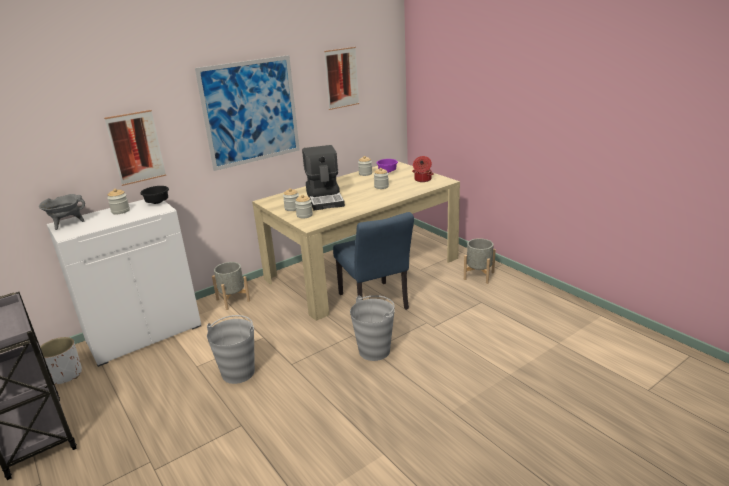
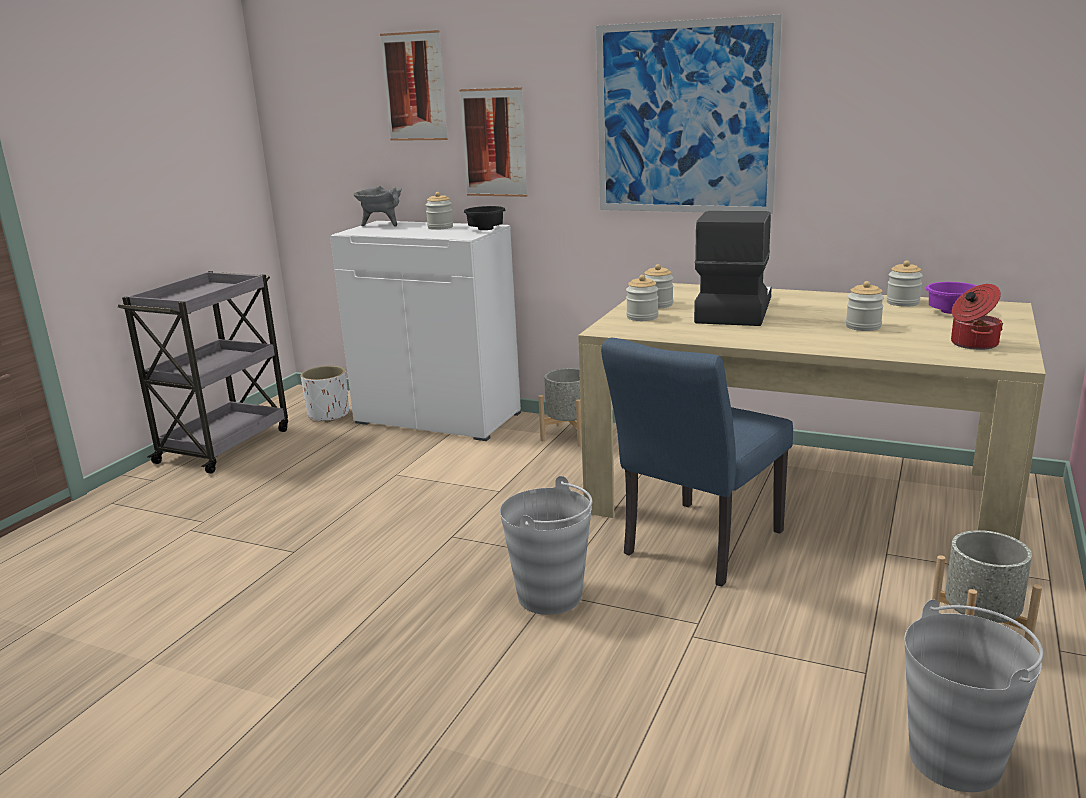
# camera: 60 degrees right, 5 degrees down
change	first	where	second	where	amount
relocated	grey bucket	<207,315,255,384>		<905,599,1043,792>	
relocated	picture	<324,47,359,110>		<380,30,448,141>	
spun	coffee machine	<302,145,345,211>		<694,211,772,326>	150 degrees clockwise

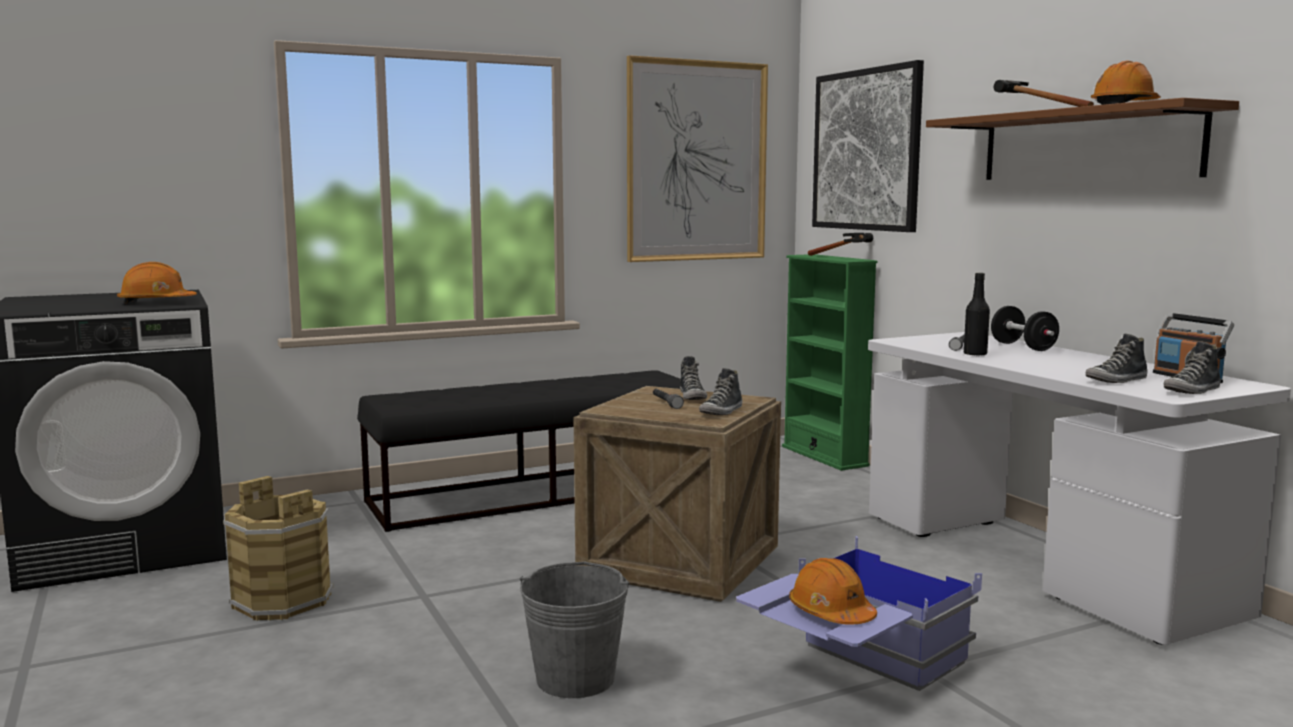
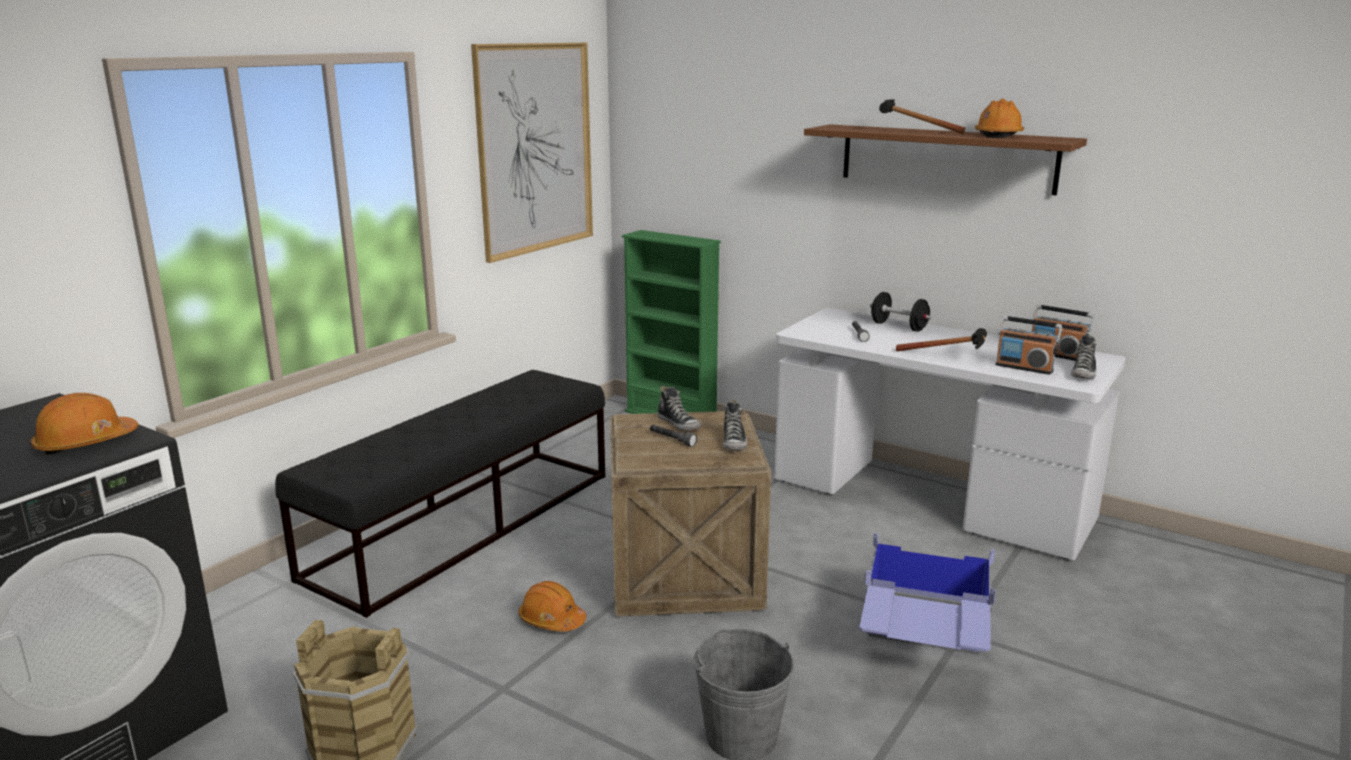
# camera: 30 degrees left, 10 degrees up
change	first	where	second	where	amount
missing	picture	<812,60,924,232>			
missing	black bottle	<964,273,990,356>			
relocated	orange hard hat	<789,558,877,625>		<519,581,586,632>	
relocated	hammer	<808,233,873,256>		<896,328,987,351>	
exchanged	shoe	<1085,334,1148,383>	radio	<996,316,1062,375>	

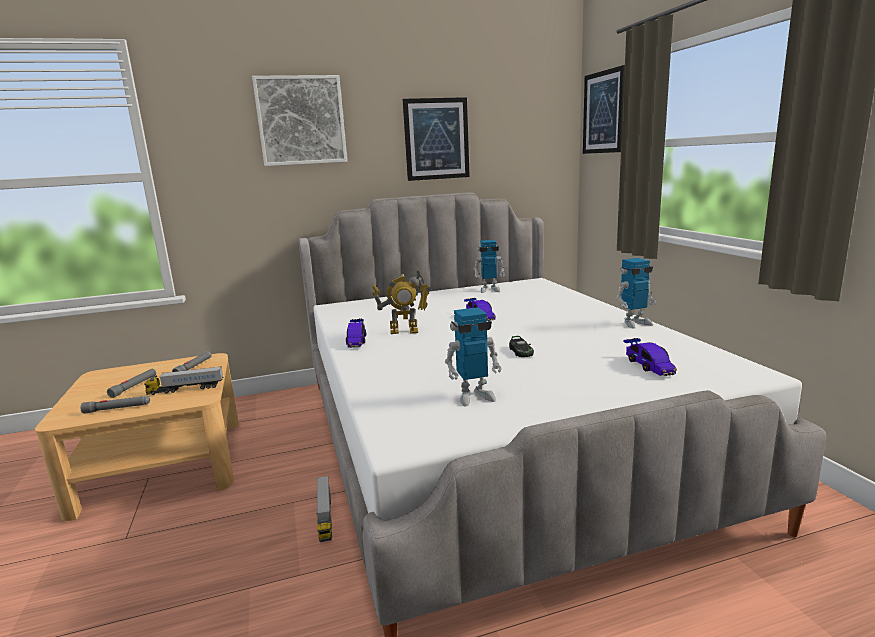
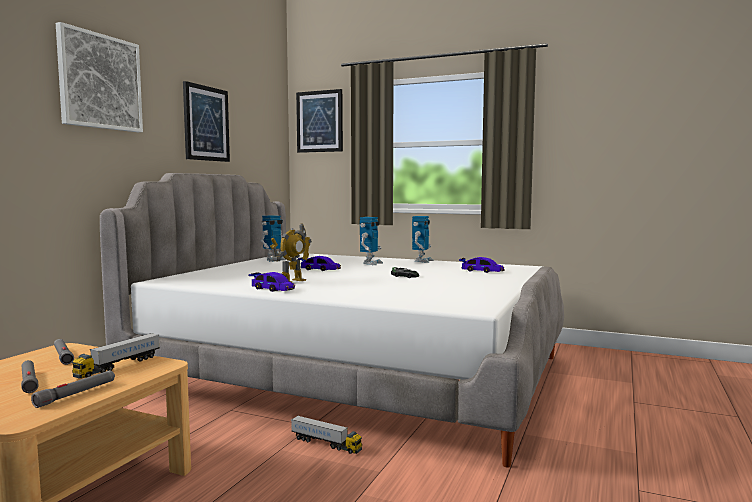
# camera: 50 degrees left, 10 degrees down
change	first	where	second	where	amount
relocated	toy robot	<445,307,502,406>		<360,217,383,265>	

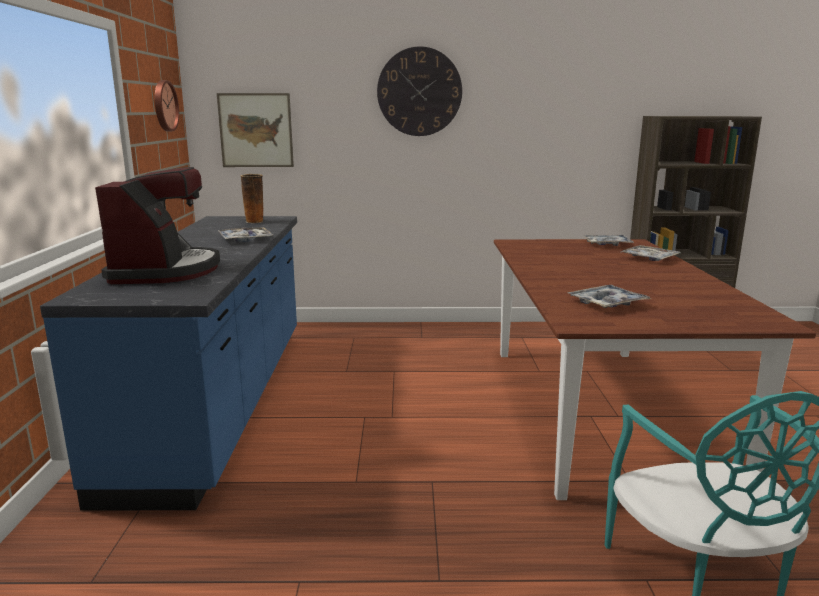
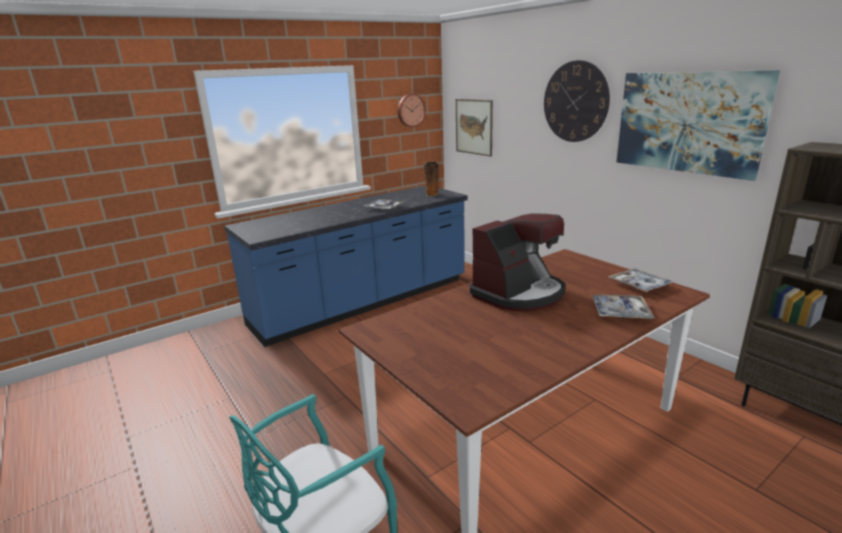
# camera: 55 degrees right, 5 degrees up
change	first	where	second	where	amount
missing	tray	<567,285,651,308>			
appeared			picture	<617,70,780,181>	
relocated	coffee machine	<95,167,220,284>		<470,213,565,311>	

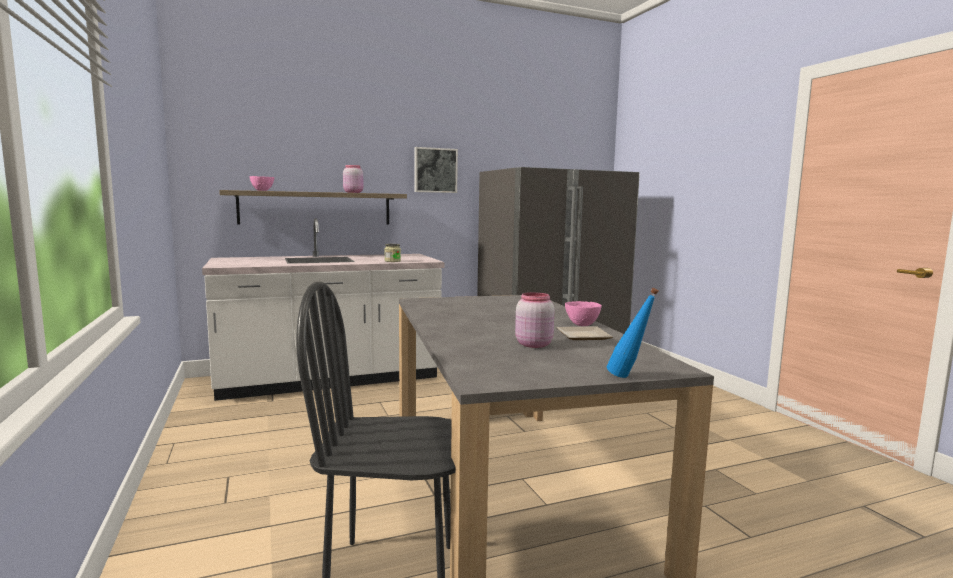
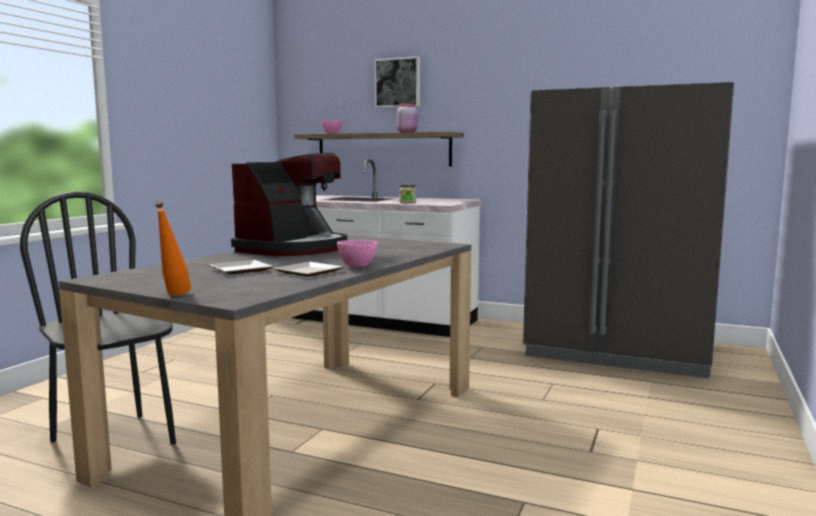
# camera: 45 degrees right, 0 degrees up
change	first	where	second	where	amount
appeared			coffee machine	<231,153,347,256>	
relocated	picture	<414,147,458,193>		<374,56,420,108>	
exchanged	pink jar	<515,292,555,348>	plate	<210,260,274,274>	
colour	blue bottle	<607,288,659,378>	orange bottle	<155,201,191,296>	

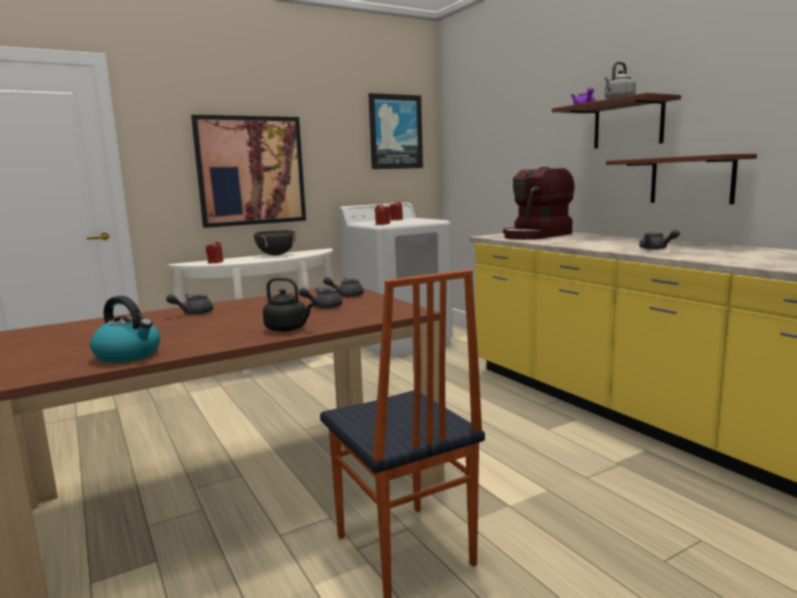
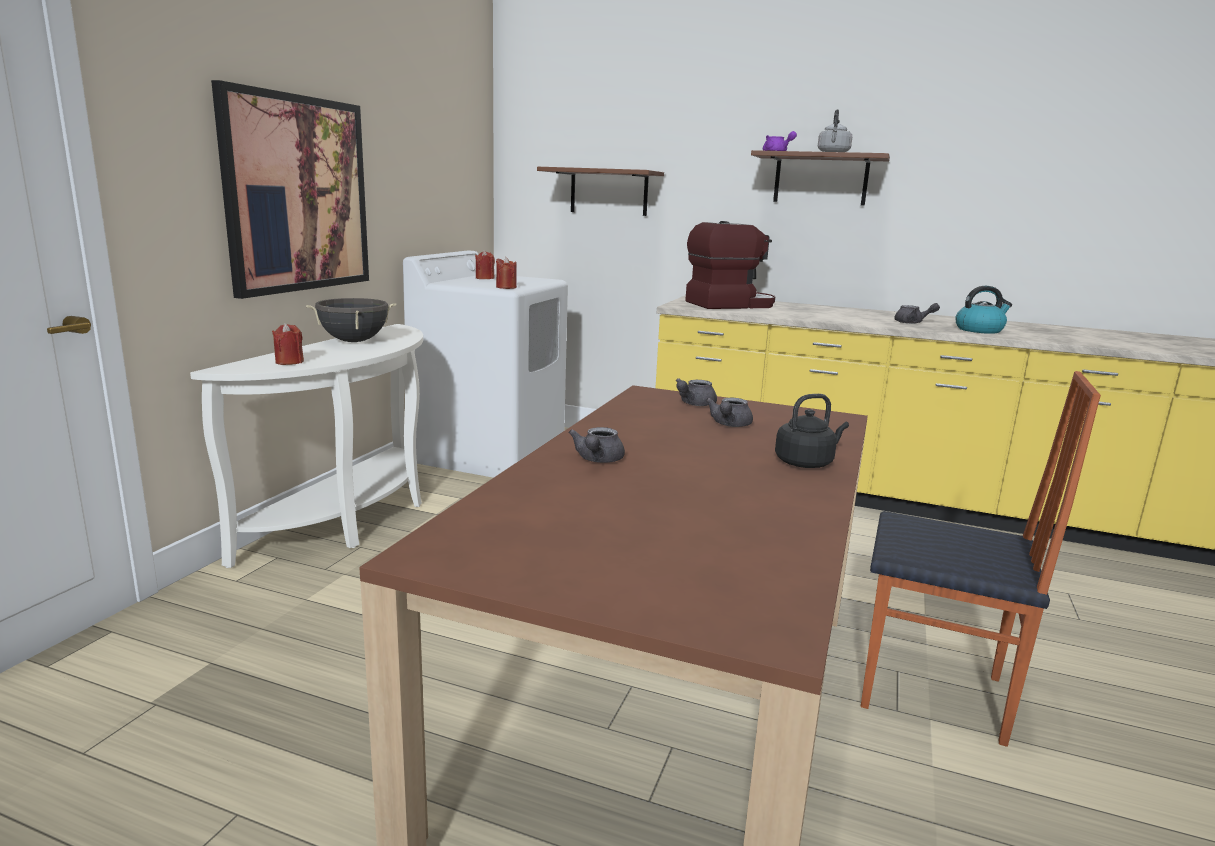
# camera: 40 degrees left, 5 degrees up
change	first	where	second	where	amount
missing	picture	<368,93,423,169>			
relocated	kettle	<90,296,160,363>		<955,286,1012,334>	
relocated	brown shelf	<606,154,757,204>		<537,167,664,216>	
spun	coffee machine	<503,167,575,240>		<685,221,775,309>	120 degrees counterclockwise

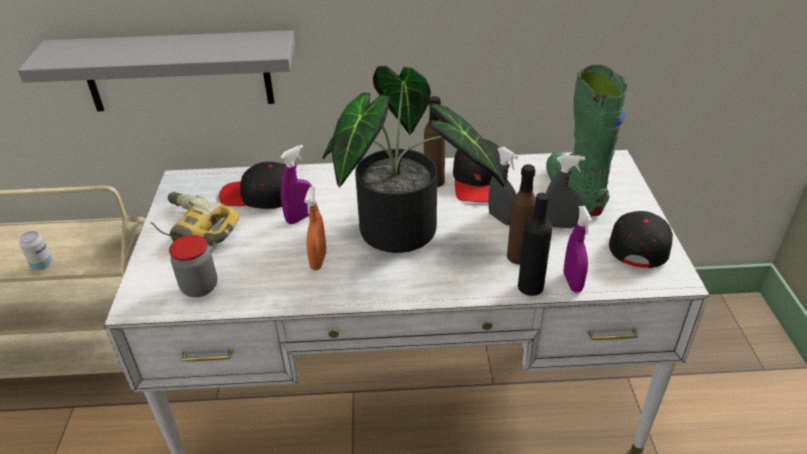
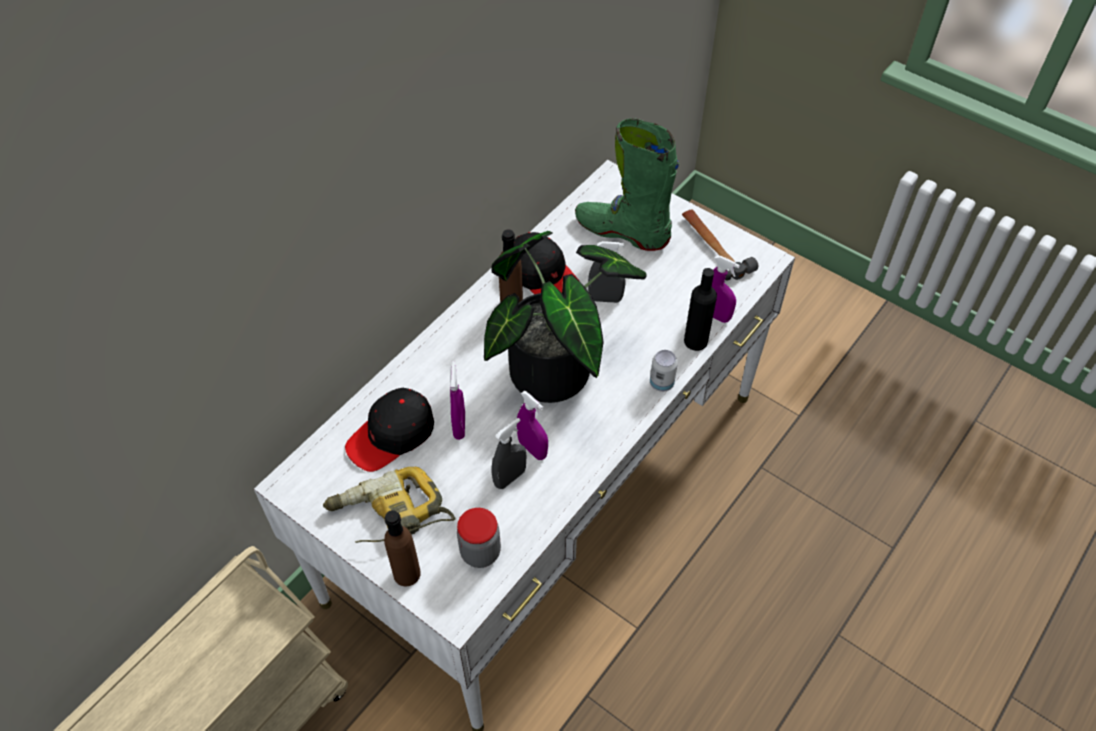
# camera: 50 degrees left, 15 degrees up
change	first	where	second	where	amount
missing	grey shelf	<18,30,295,111>			
relocated	can	<19,231,53,270>		<650,350,678,392>	
relocated	brown bottle	<507,164,536,264>		<384,510,421,587>	
relocated	grey spray bottle	<546,155,585,228>		<491,418,526,489>	
exchanged	black cap	<609,211,673,268>	hammer	<682,210,758,280>	
colour	orange spray bottle	<304,187,326,270>	purple spray bottle	<517,391,548,460>	

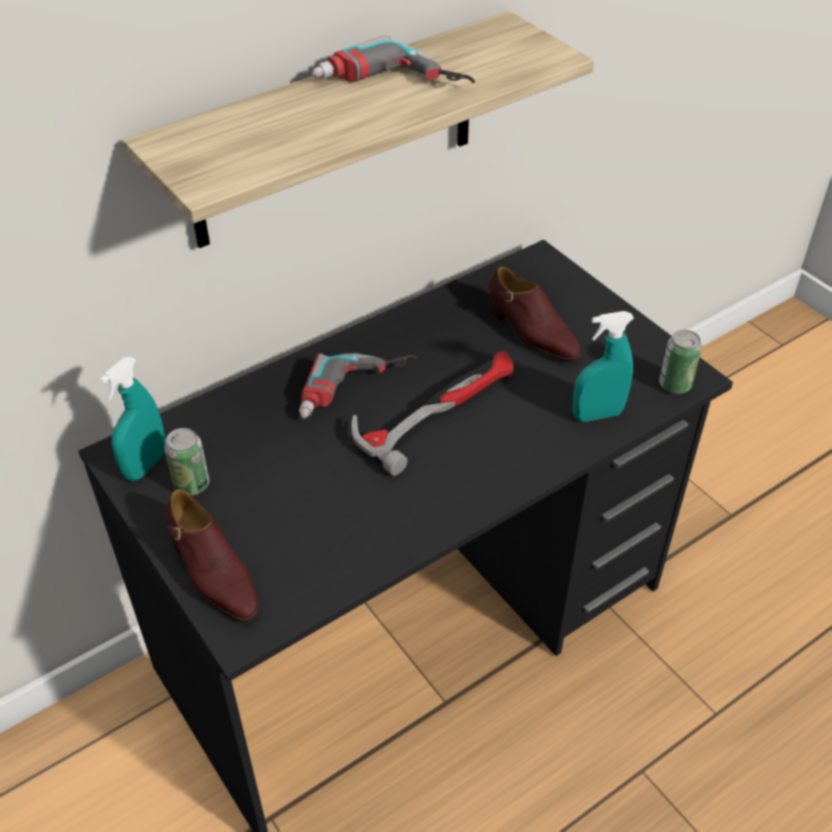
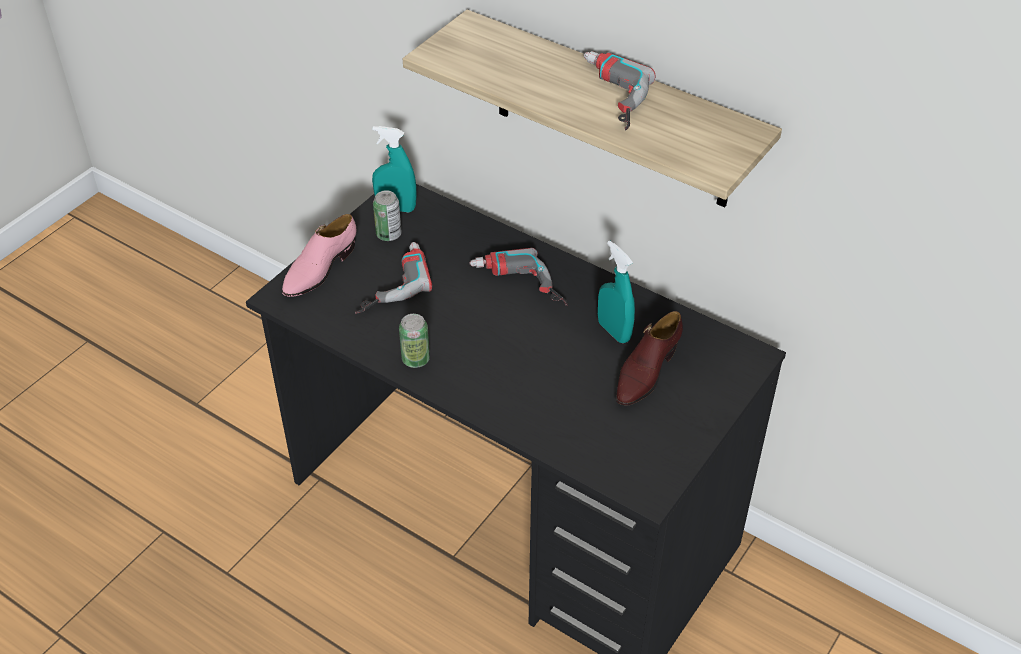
# camera: 70 degrees right, 0 degrees up
change	first	where	second	where	amount
missing	hammer	<351,351,514,476>			
appeared			power drill	<355,242,432,314>	
relocated	turquoise spray bottle	<573,311,634,422>		<598,241,635,343>	
relocated	can	<659,330,702,394>		<399,314,430,368>	
colour	brown shoe	<166,489,258,622>	pink shoe	<282,214,357,297>	

